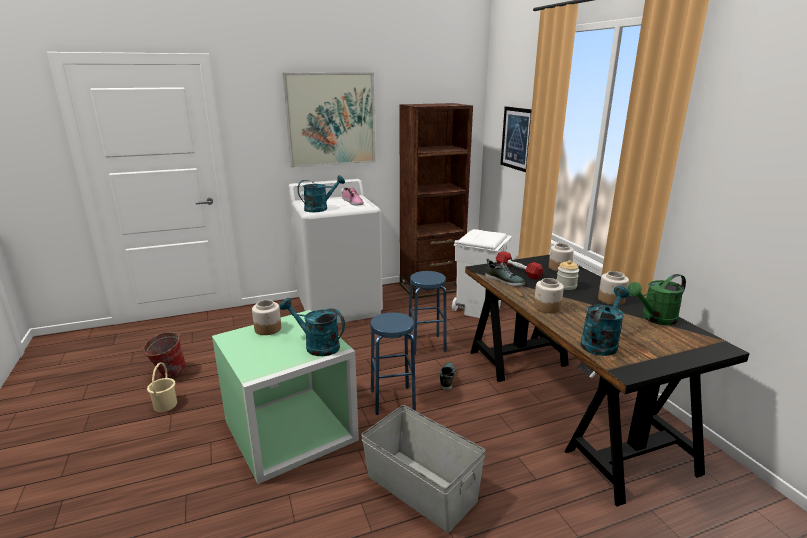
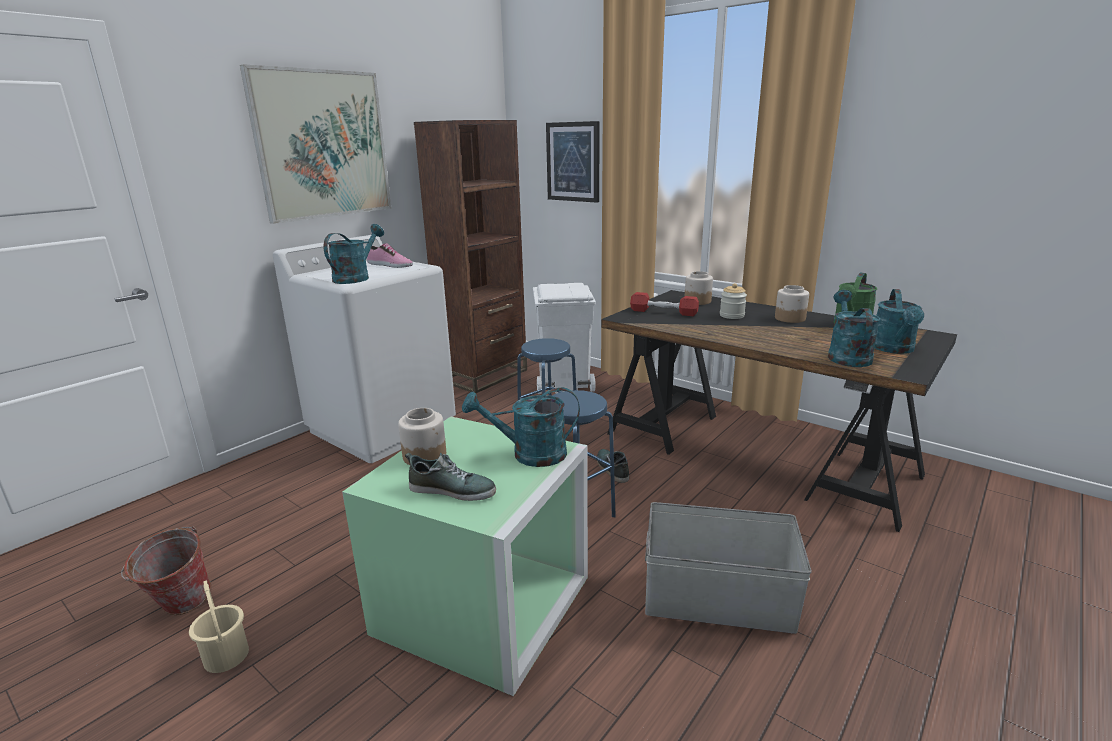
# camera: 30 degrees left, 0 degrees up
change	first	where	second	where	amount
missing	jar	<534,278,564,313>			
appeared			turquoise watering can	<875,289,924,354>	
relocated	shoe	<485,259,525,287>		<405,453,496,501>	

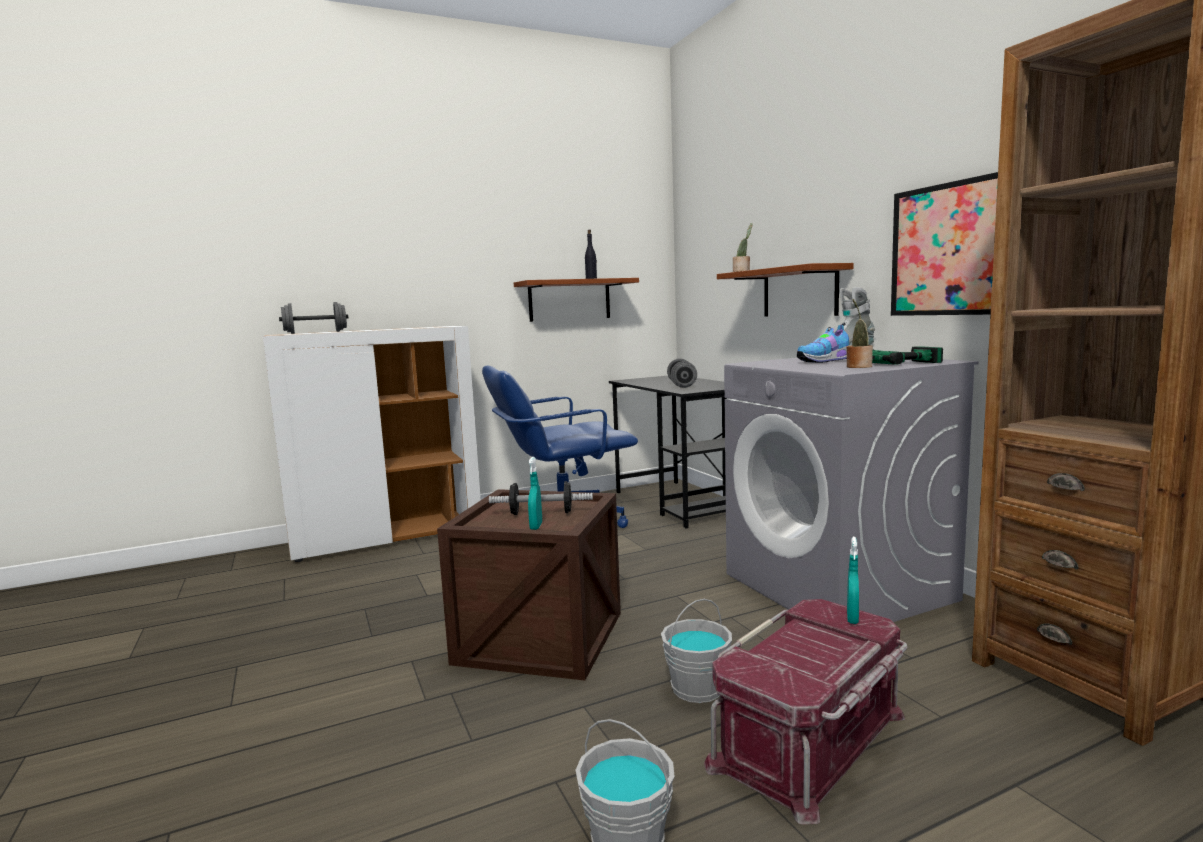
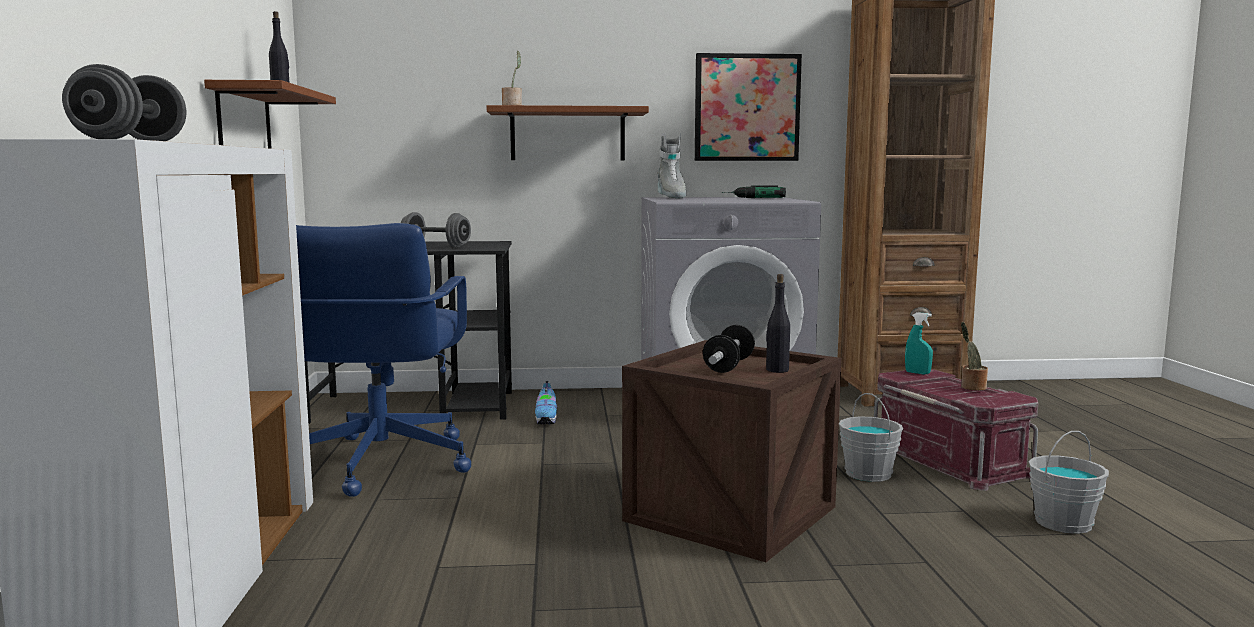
# camera: 70 degrees left, 0 degrees up
change	first	where	second	where	amount
relocated	shoe	<797,323,850,363>		<535,381,557,424>	
relocated	potted plant	<846,299,873,368>		<961,322,988,391>	
exchanged	turquoise spray bottle	<528,457,542,530>	black bottle	<766,274,790,373>	

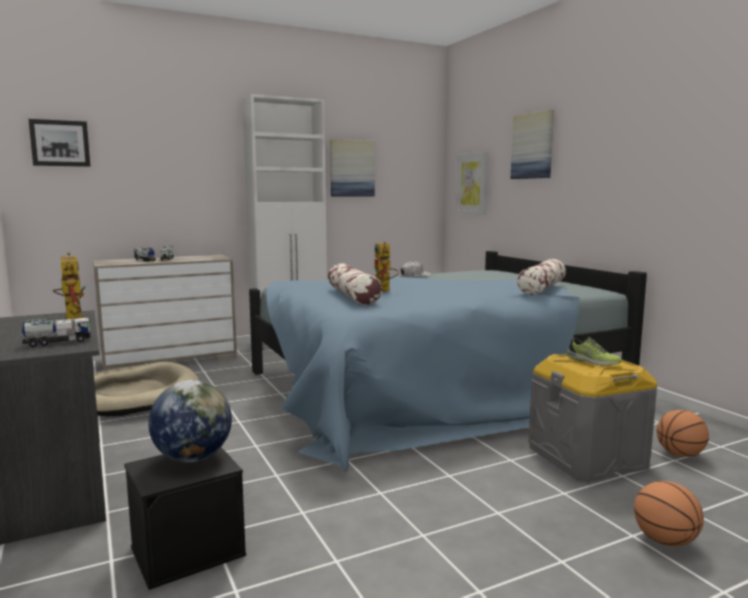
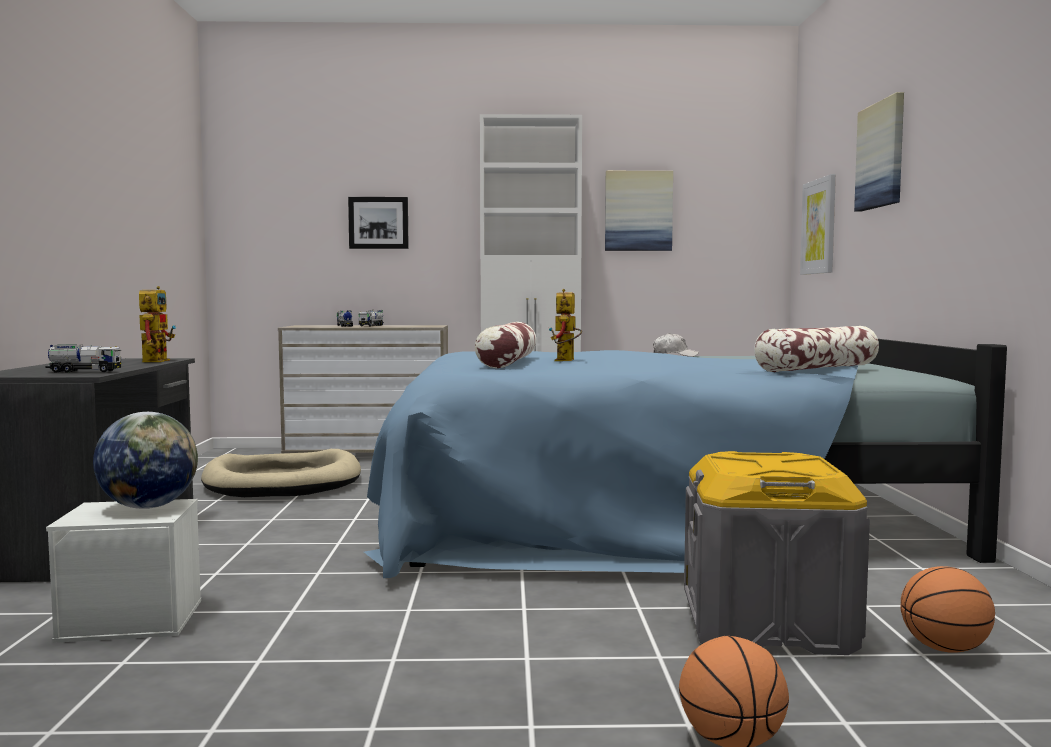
# camera: 25 degrees right, 5 degrees down
change	first	where	second	where	amount
missing	shoe	<567,337,622,366>			
relocated	picture	<29,119,90,167>		<348,197,409,249>	
colour	black storage box	<124,447,246,590>	white storage box	<46,499,201,643>	

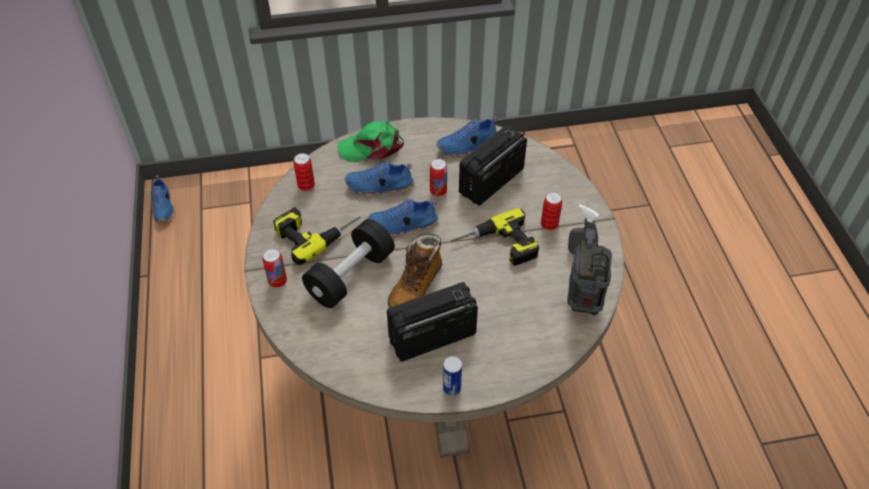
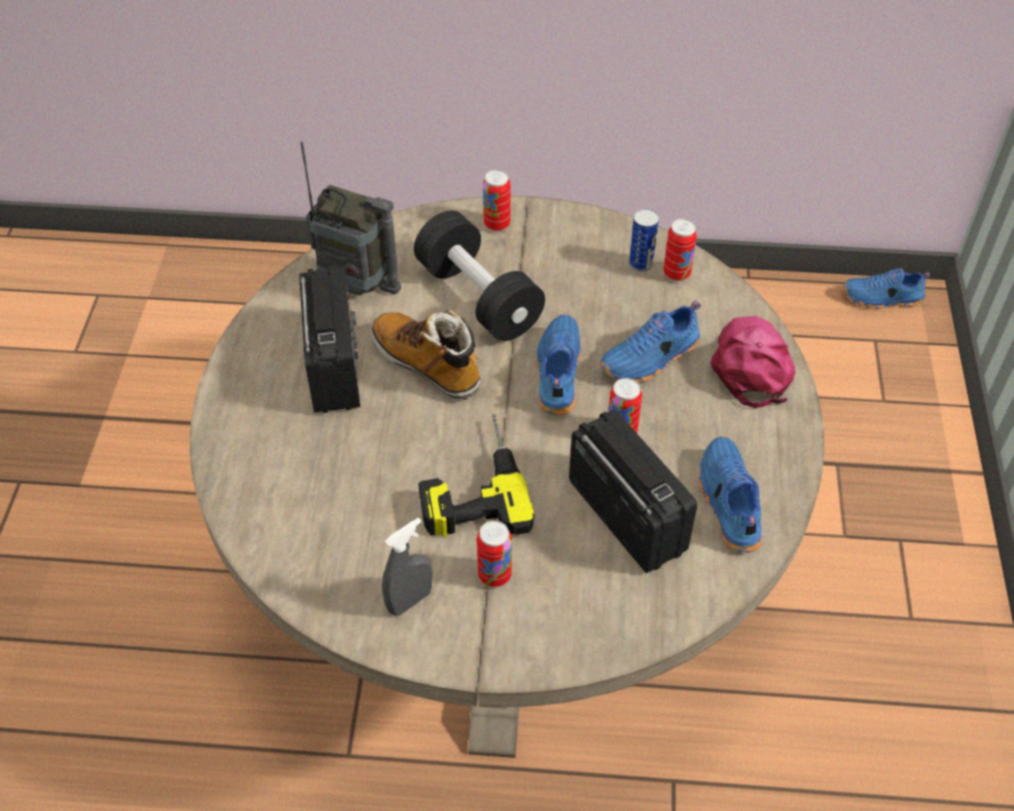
# camera: 105 degrees right, 0 degrees up
change	first	where	second	where	amount
missing	power drill	<273,207,361,265>			
relocated	can	<443,356,462,396>		<629,209,659,272>	
relocated	radio	<567,229,612,315>		<300,141,401,296>	
colour	green cap	<337,121,404,162>	pink cap	<710,316,795,408>	
spun	blue shoe	<345,161,414,197>		<600,301,701,383>	135 degrees counterclockwise

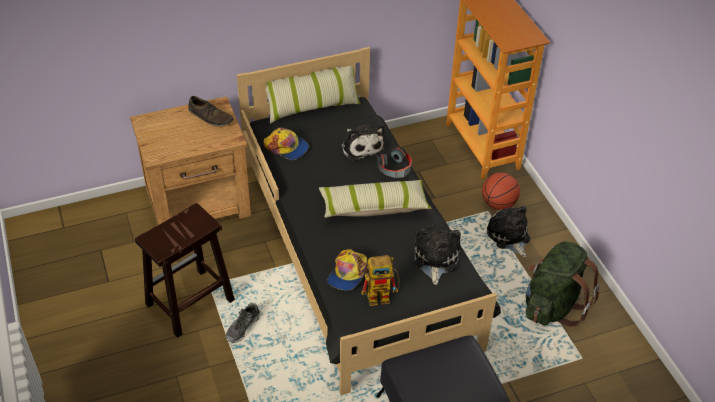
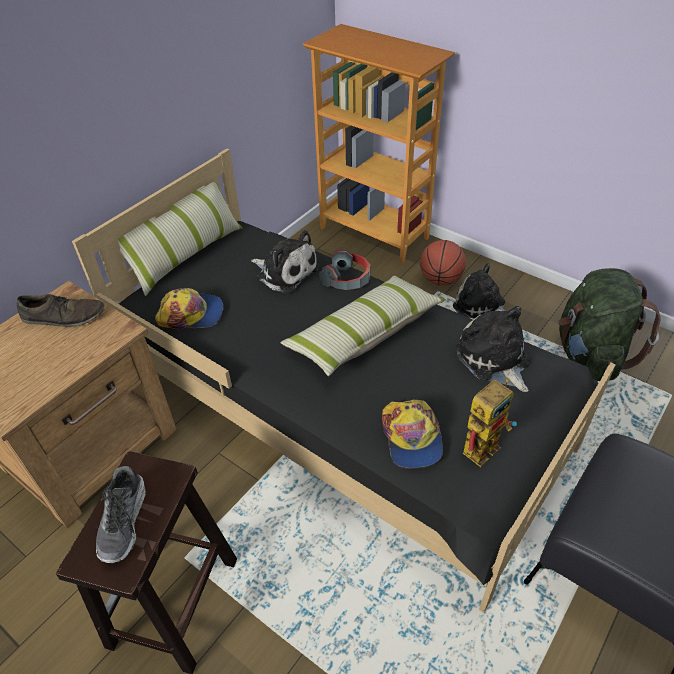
# camera: 30 degrees left, 0 degrees up
change	first	where	second	where	amount
relocated	shoe	<225,303,261,343>		<96,466,146,563>	

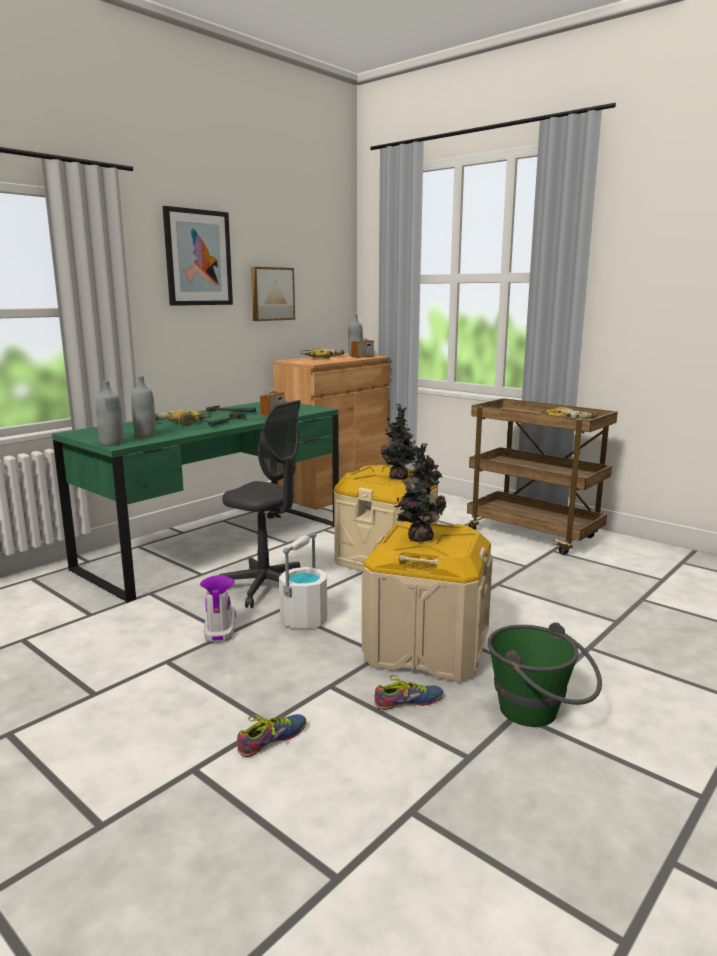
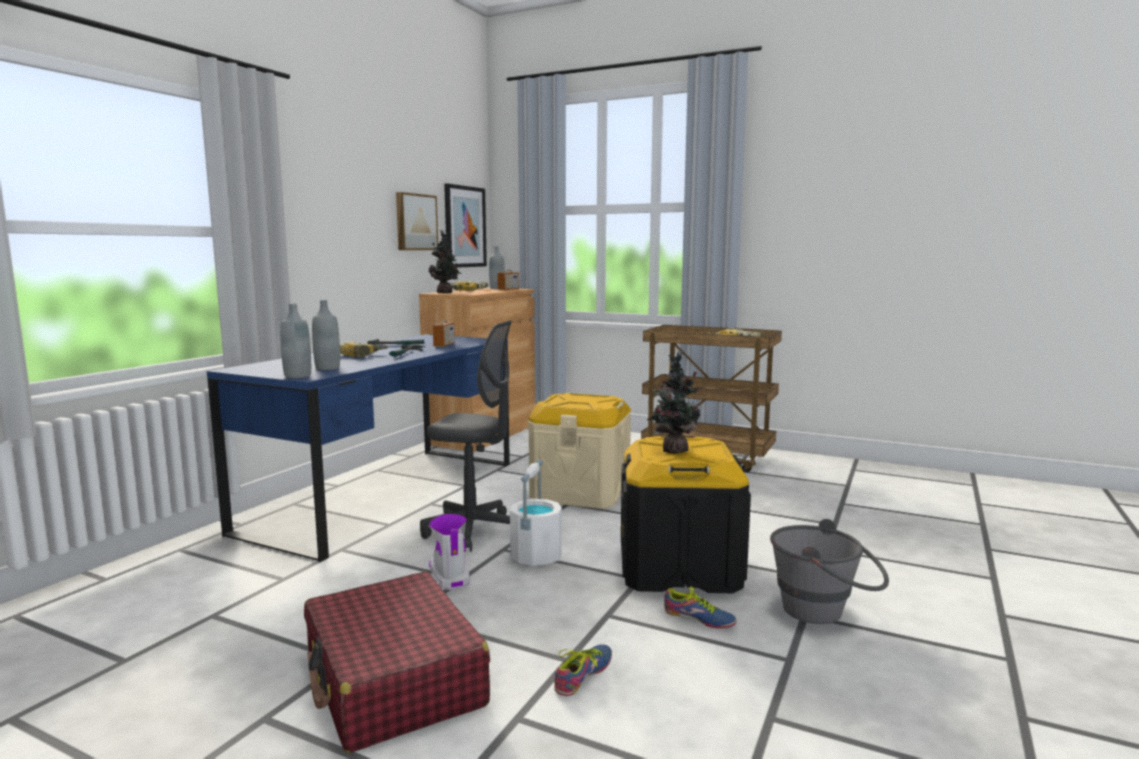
# camera: 15 degrees left, 5 degrees down
change	first	where	second	where	amount
appeared			red suitcase	<304,572,490,753>	
relocated	picture	<163,206,233,306>		<444,183,487,268>	
relocated	potted plant	<381,404,416,480>		<429,230,462,293>	
colour	green desk	<52,401,339,603>	blue desk	<207,334,510,562>	
colour	beige storage box	<362,522,493,682>	black storage box	<621,436,751,593>	
colour	green bucket	<487,622,602,727>	grey bucket	<770,519,889,624>	
spun	shoe	<374,675,444,710>		<664,586,737,629>	60 degrees clockwise

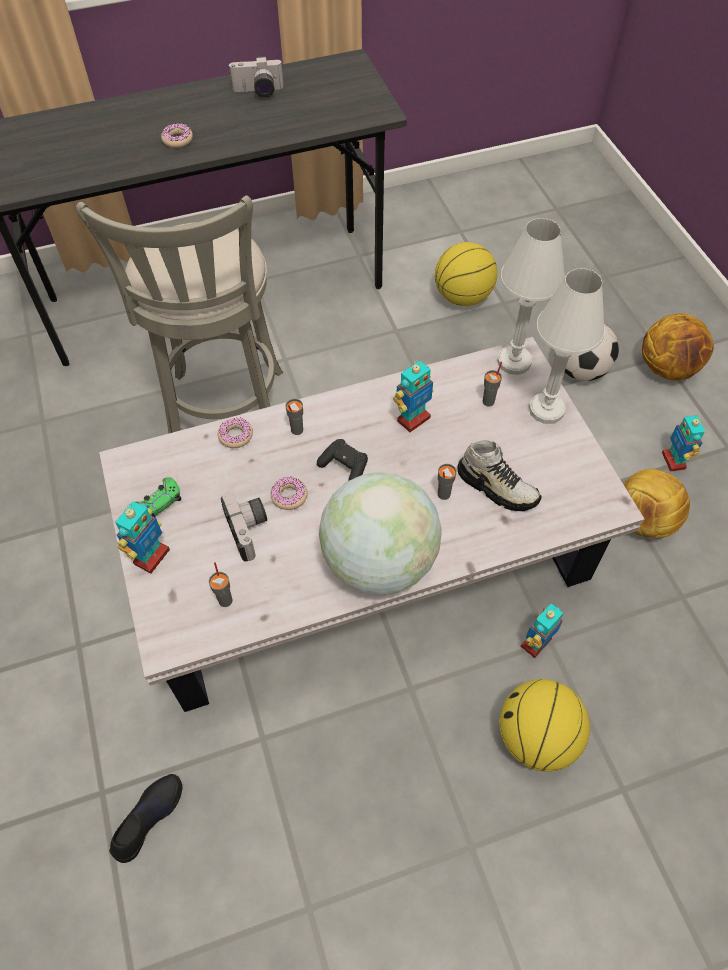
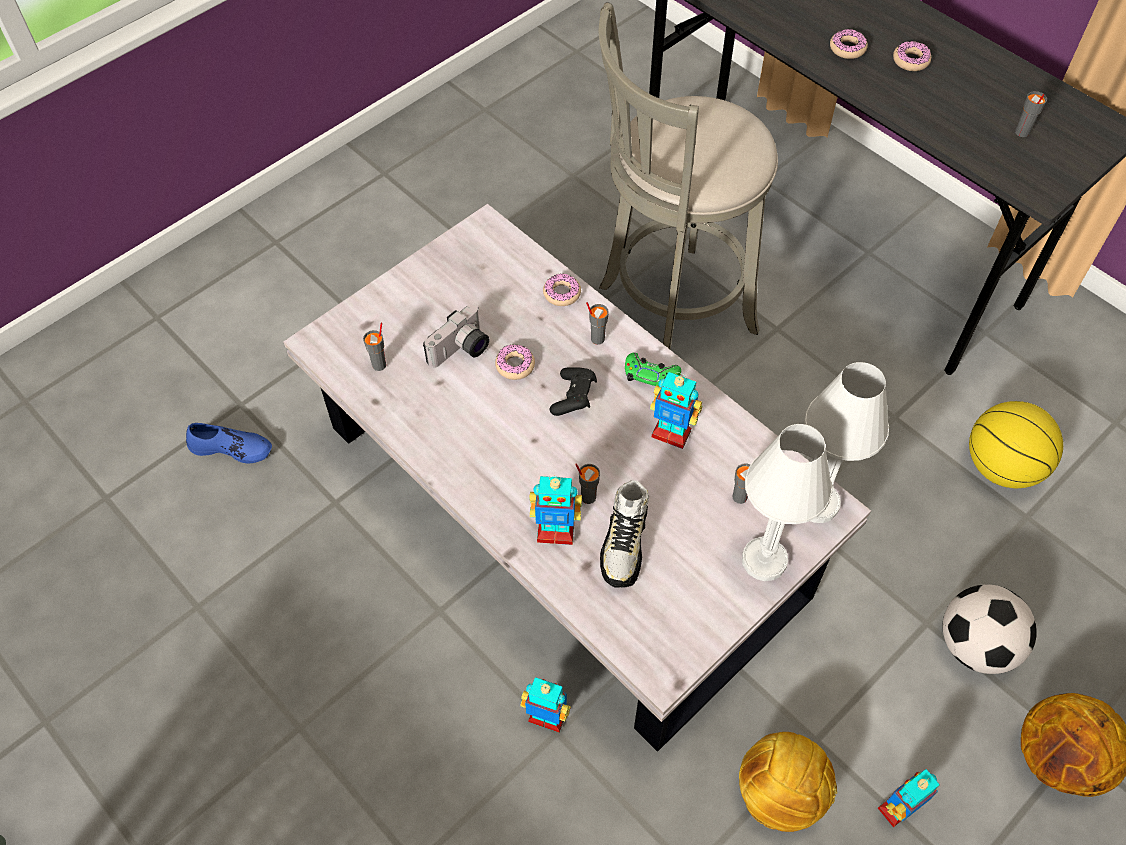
# camera: 65 degrees right, 0 degrees up
change	first	where	second	where	amount
missing	photo camera	<228,56,284,98>			
missing	globe	<319,472,442,595>			
missing	basketball	<499,679,590,772>			
appeared			donut	<893,41,931,71>	
appeared			grey cup	<1015,91,1047,137>	
relocated	toy robot	<115,501,170,574>		<529,476,582,545>	
relocated	green game controller	<136,477,181,517>		<625,353,681,386>	
colour	black shoe	<109,774,182,863>	blue shoe	<186,423,272,463>	

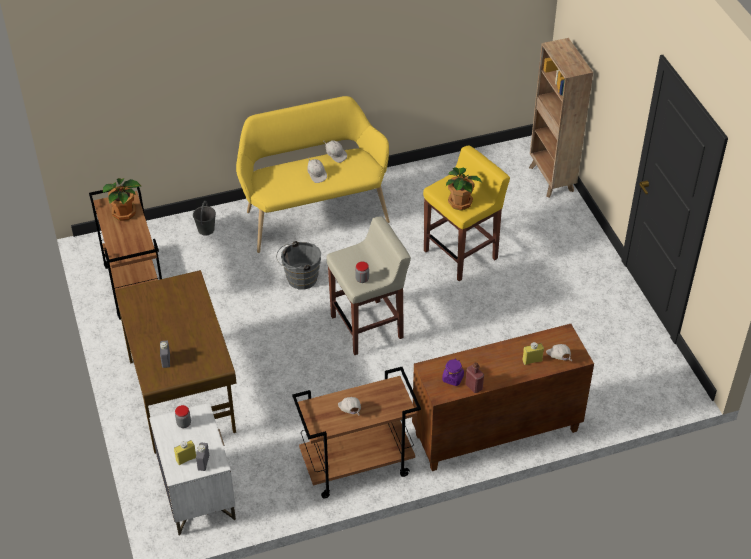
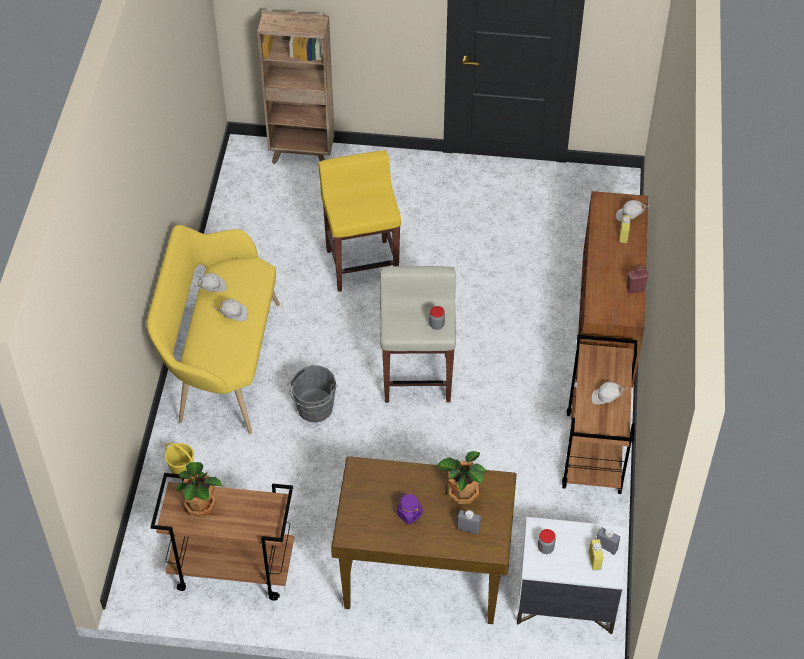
# camera: 65 degrees left, 5 degrees up
change	first	where	second	where	amount
relocated	purple jar	<442,359,464,386>		<397,494,422,524>	
relocated	potted plant	<446,167,482,211>		<437,451,486,504>	
colour	grey bucket	<193,201,216,236>	yellow bucket	<165,443,194,479>	

